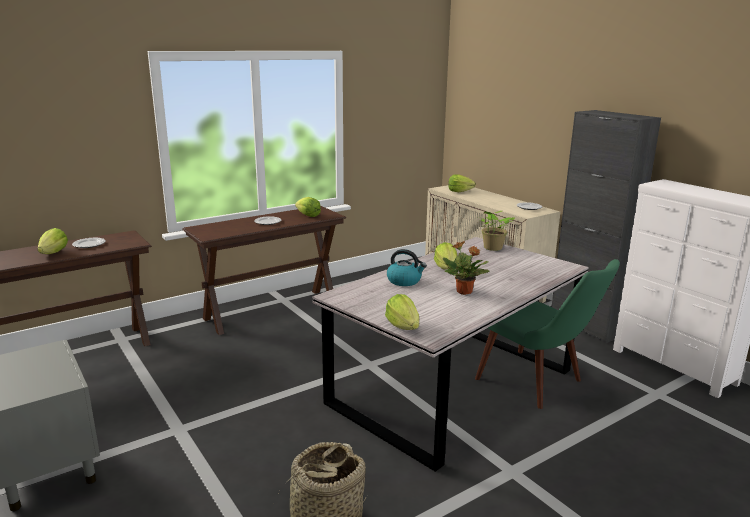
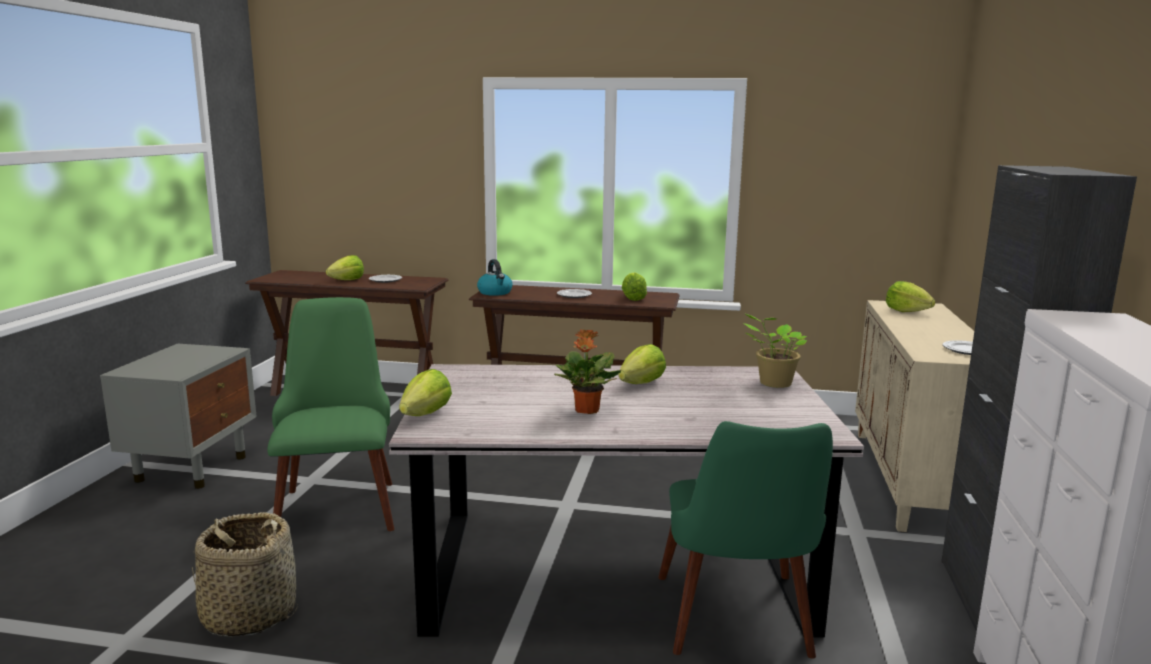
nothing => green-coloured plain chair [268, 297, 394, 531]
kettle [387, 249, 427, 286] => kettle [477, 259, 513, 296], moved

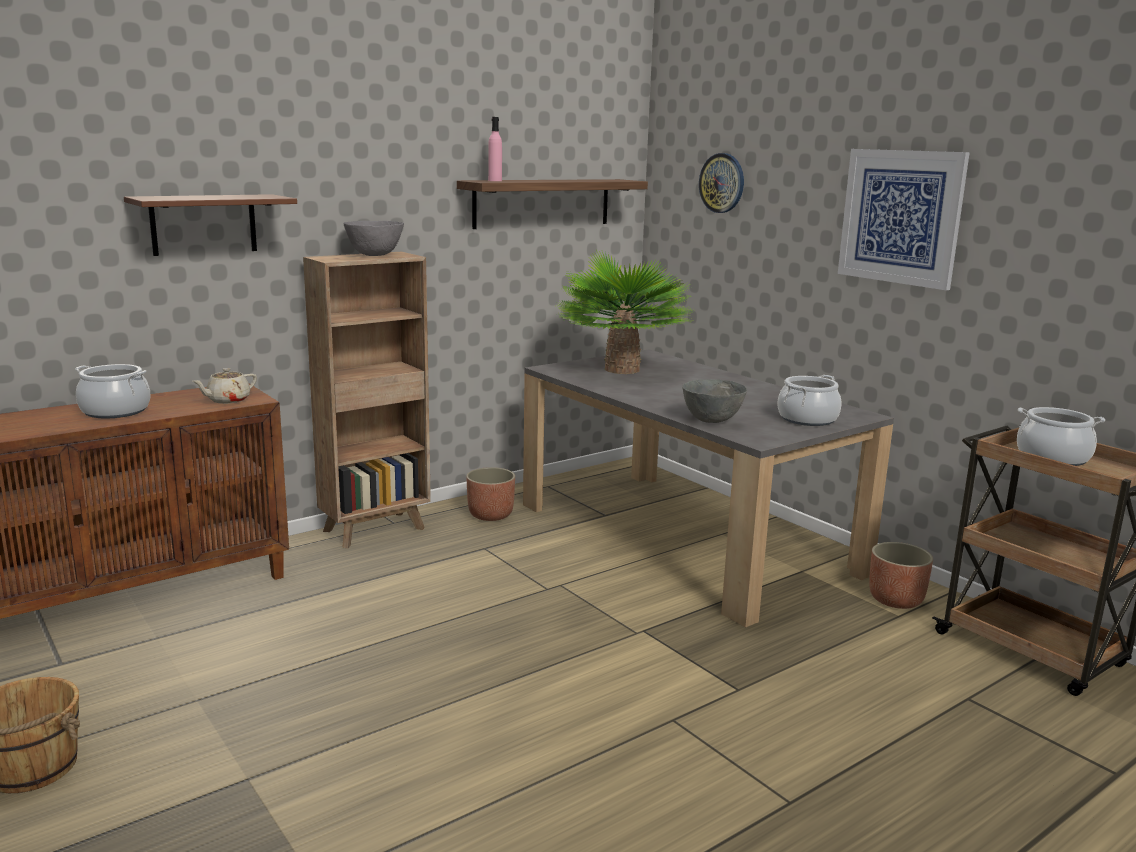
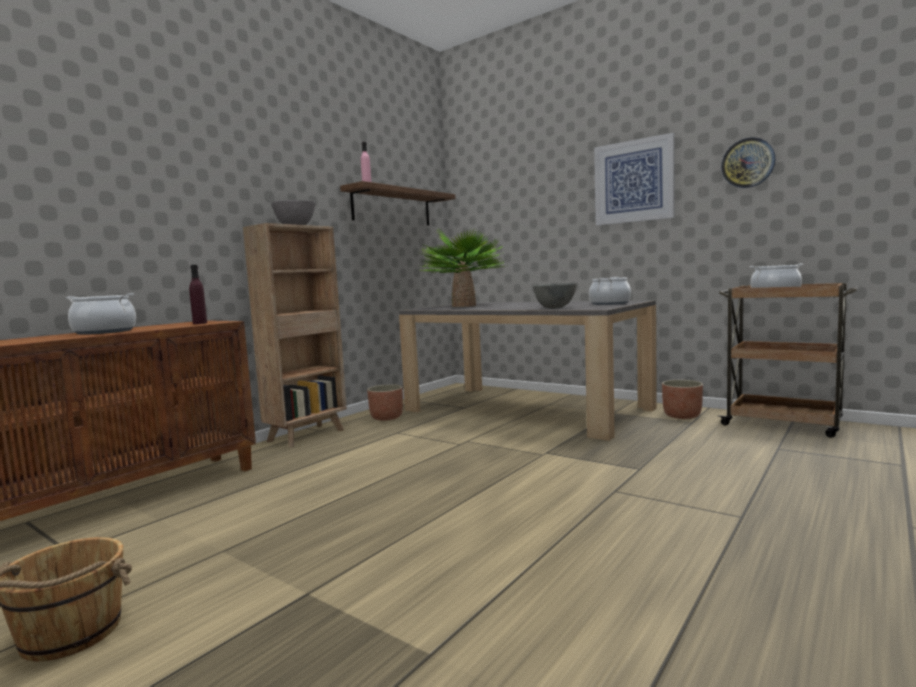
brownish shelf [124, 194, 297, 256] => nothing
clock on the wall [699, 153, 744, 213] => clock on the wall [721, 138, 775, 188], moved
beige teapot [193, 368, 257, 404] => purple drink bottle [189, 265, 207, 324]

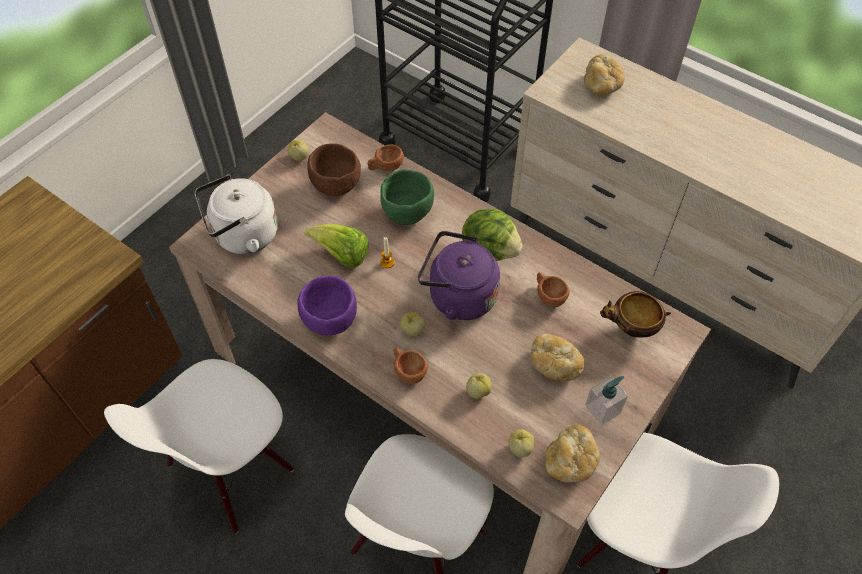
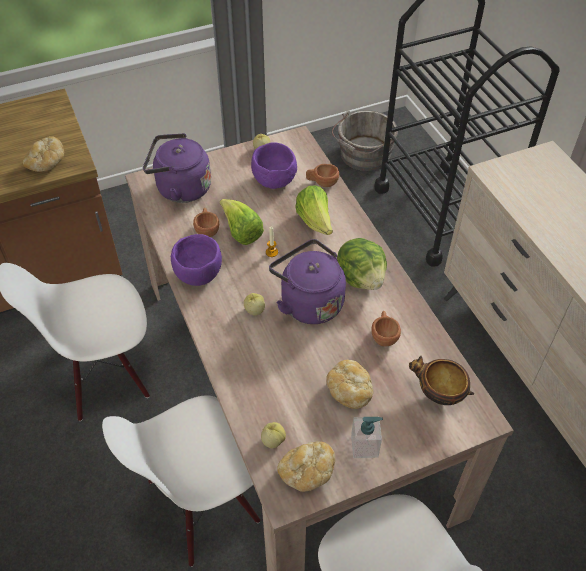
apple fruit [466, 373, 492, 399] => nothing
nothing => gray bucket [332, 110, 398, 171]
brownish cup [394, 348, 428, 384] => brownish cup [193, 208, 219, 237], moved
bakery bread [584, 54, 625, 95] => bakery bread [23, 136, 64, 172], moved
green-coloured bowl [380, 169, 434, 225] => lettuce [295, 185, 333, 235]
white-coloured kettle [195, 175, 278, 254] => purple kettle [143, 133, 211, 203]
brownish bowl [307, 143, 361, 196] => purple bowl [251, 142, 297, 189]

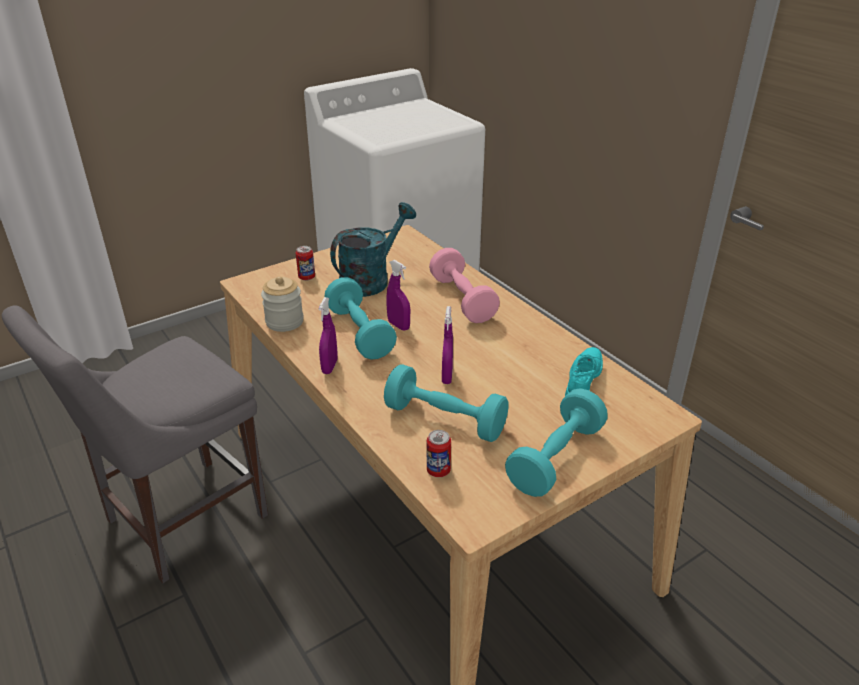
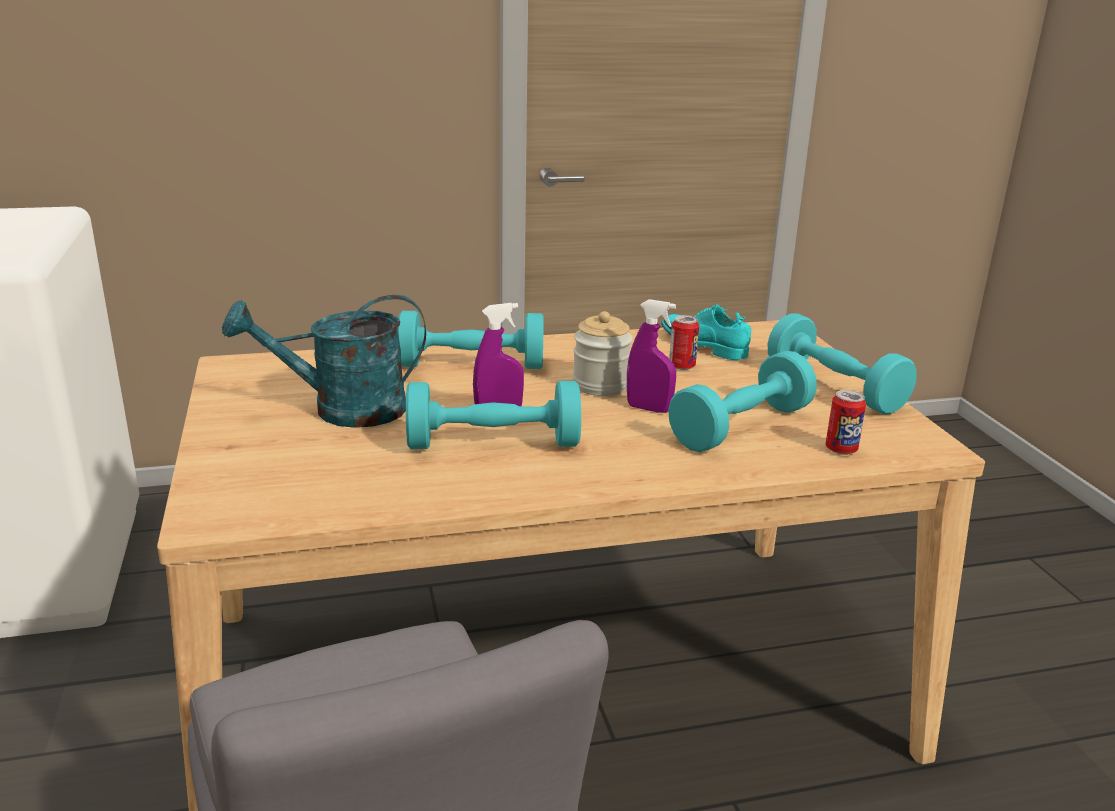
purple hand sprayer [318, 297, 338, 374] => nothing
jar [261, 276, 304, 332] => jar [573, 311, 633, 396], moved
metal can [295, 246, 315, 281] => metal can [669, 315, 699, 370], moved
pinkish dumbbell [429, 248, 500, 323] => turquoise-coloured dumbbell [398, 311, 544, 369]
turquoise-coloured watering can [330, 202, 416, 297] => turquoise-coloured watering can [222, 295, 426, 428], 75 degrees counterclockwise

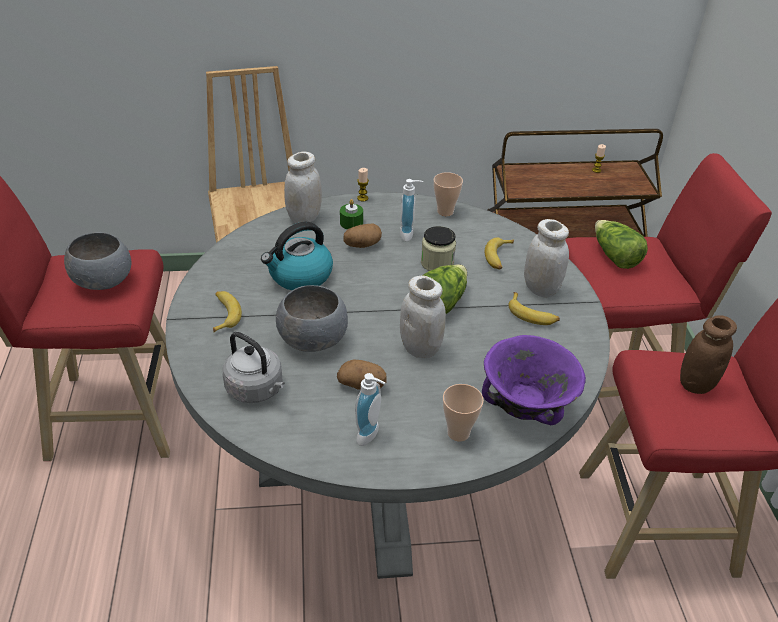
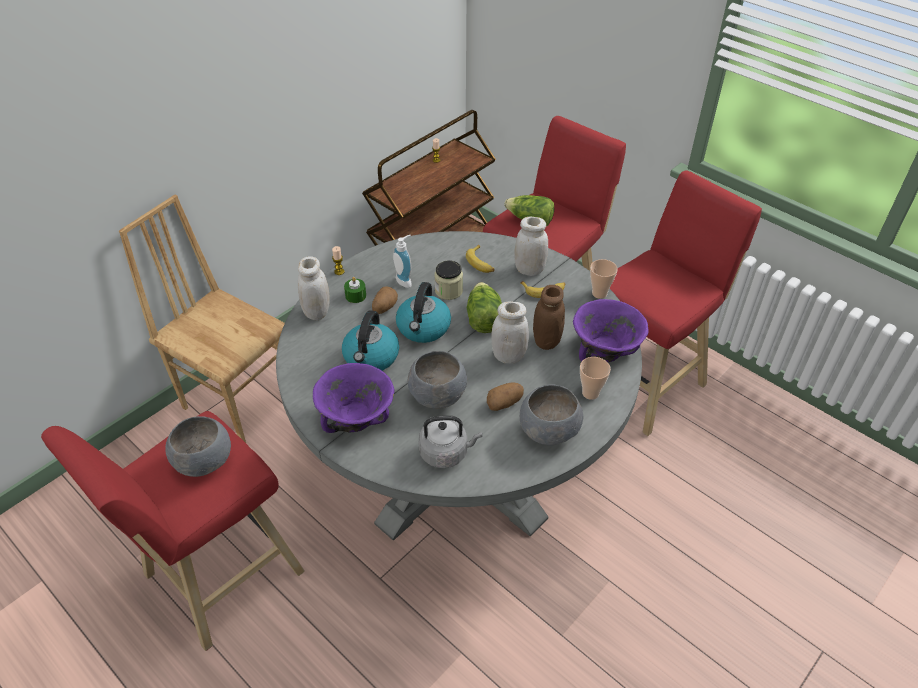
nothing => kettle [396, 282, 451, 343]
cup [433, 172, 463, 216] => cup [590, 259, 618, 299], moved
brownish jar [680, 315, 737, 394] => brownish jar [533, 285, 565, 350], moved
whole banana [213, 291, 242, 332] => purple bowl [313, 363, 394, 433]
soap dispenser [355, 373, 385, 446] => gray bowl [520, 384, 583, 446]

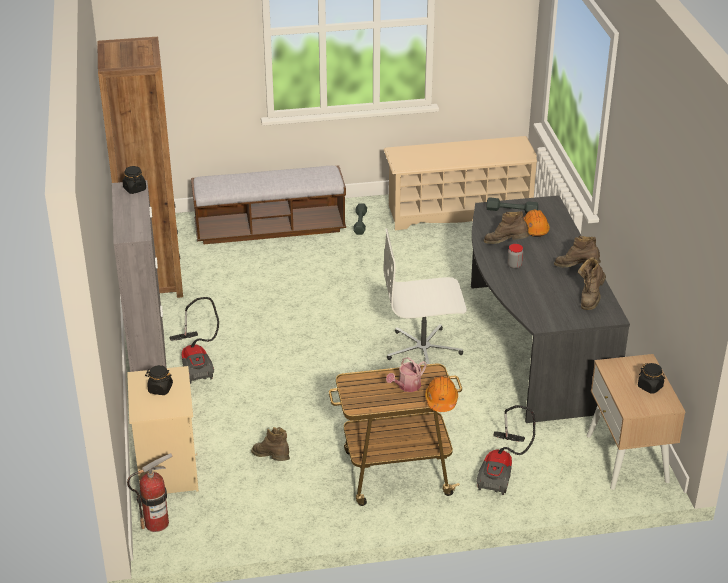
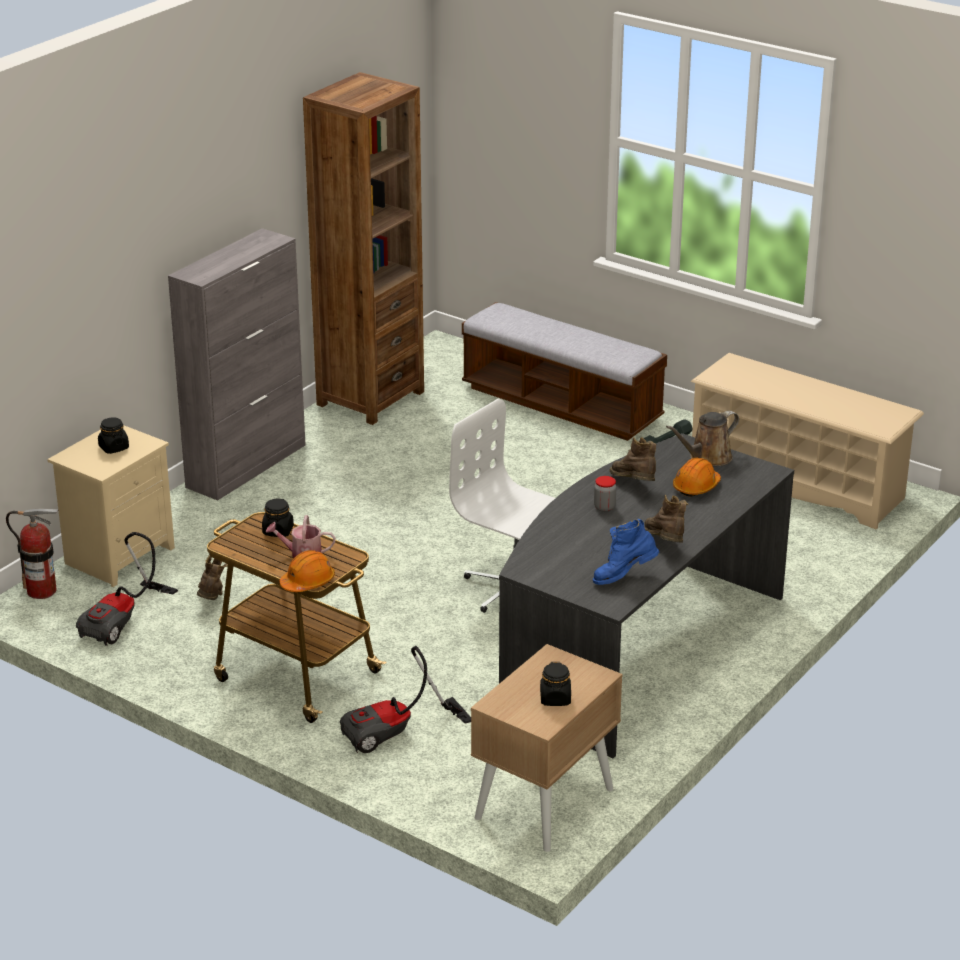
blackish jar [123, 166, 146, 194] => blackish jar [262, 499, 294, 537], moved
hoover [169, 297, 219, 384] => hoover [76, 532, 178, 646], moved
gray dumbbell [486, 197, 538, 214] => brownish watering can [666, 411, 739, 466]
brownish tall boot [578, 257, 606, 310] => blue-coloured tall boot [593, 518, 659, 585]

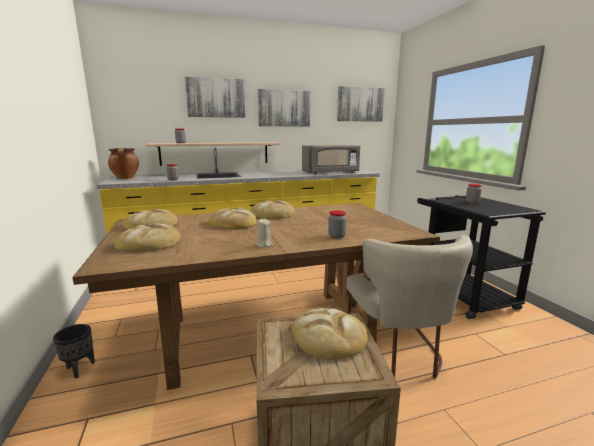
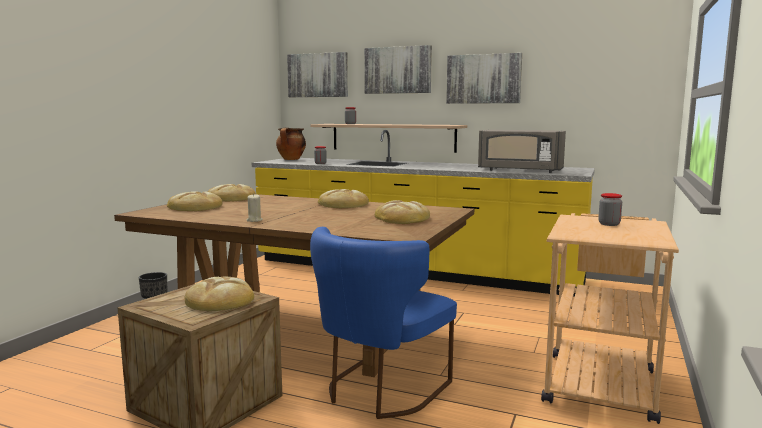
jar [328, 210, 347, 239] => nothing
bakery bread [208, 208, 257, 230] => bakery bread [375, 200, 430, 224], moved
picture [337, 86, 385, 122] => picture [287, 52, 348, 97], moved
beige plain chair [347, 235, 473, 378] => blue-coloured plain chair [310, 227, 457, 419]
blackish trolley [417, 195, 546, 319] => beige trolley [541, 213, 679, 424]

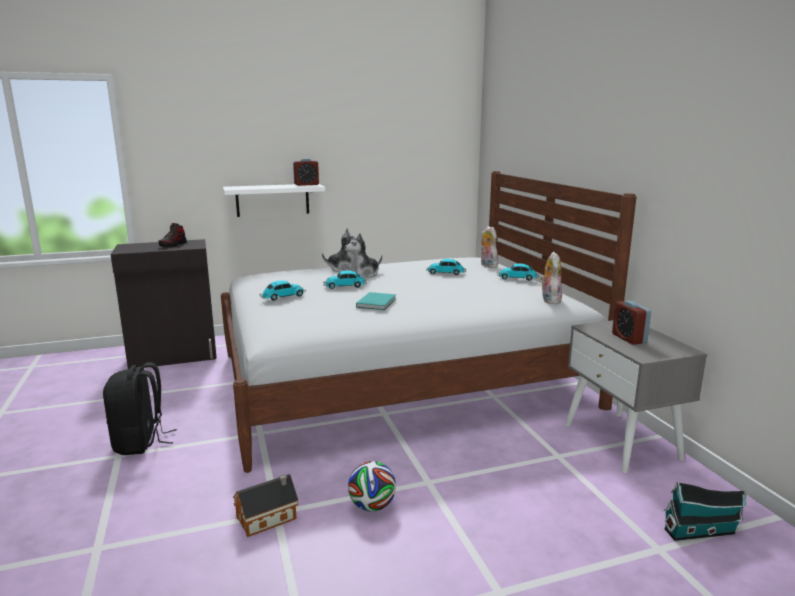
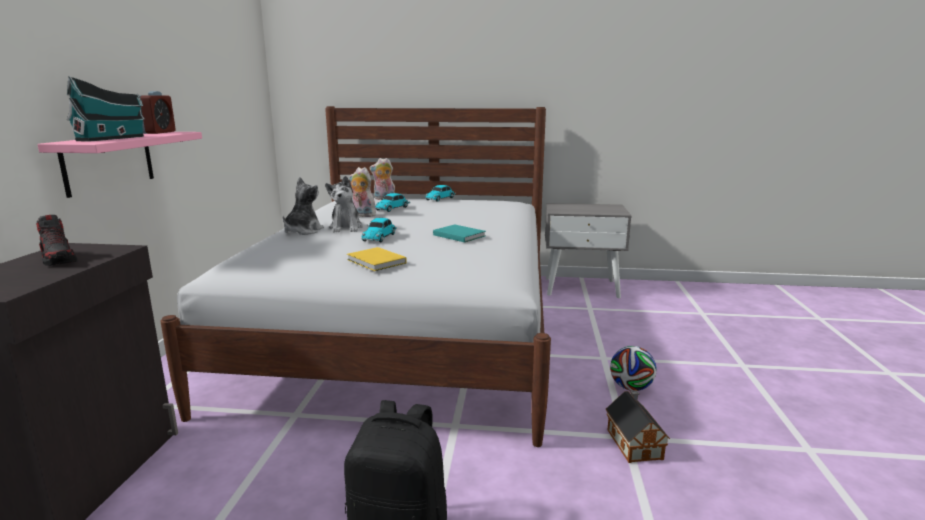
bedside clock [612, 301, 651, 345] => nothing
plush toy [540, 252, 562, 304] => plush toy [349, 167, 376, 217], moved
model house [663, 482, 747, 541] => model house [67, 75, 145, 142], moved
miniature car [259, 280, 306, 301] => yellow-coloured volume [347, 247, 407, 271]
white-coloured shelf [223, 184, 325, 217] => pinkish shelf [37, 132, 202, 198]

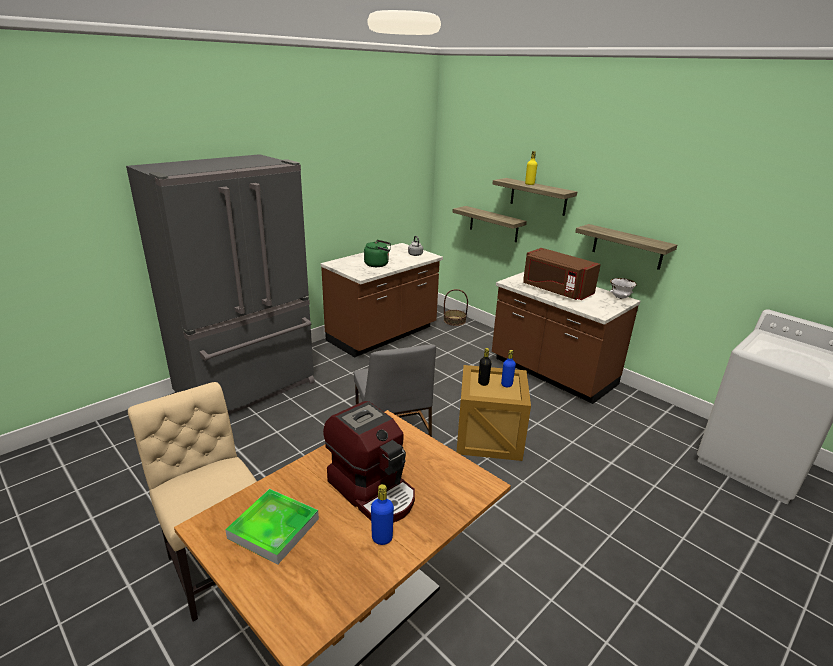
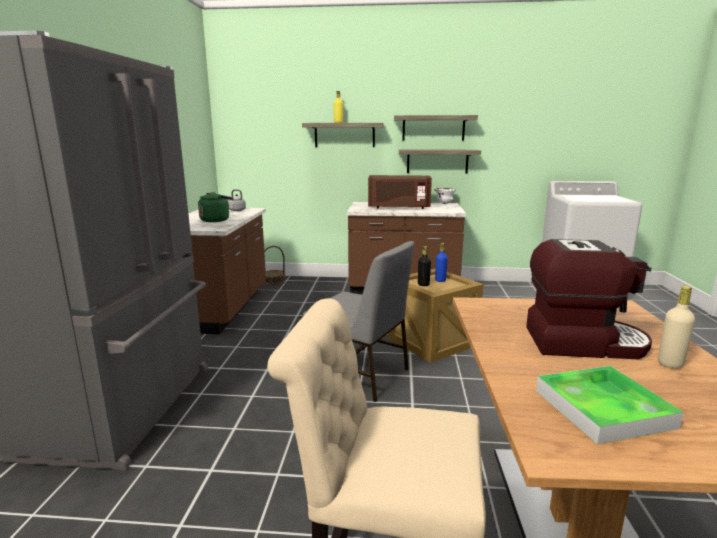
shelf [452, 206, 527, 242] => shelf [394, 115, 478, 141], moved
blue-coloured drink bottle [371, 484, 394, 545] => beige drink bottle [658, 286, 695, 369]

